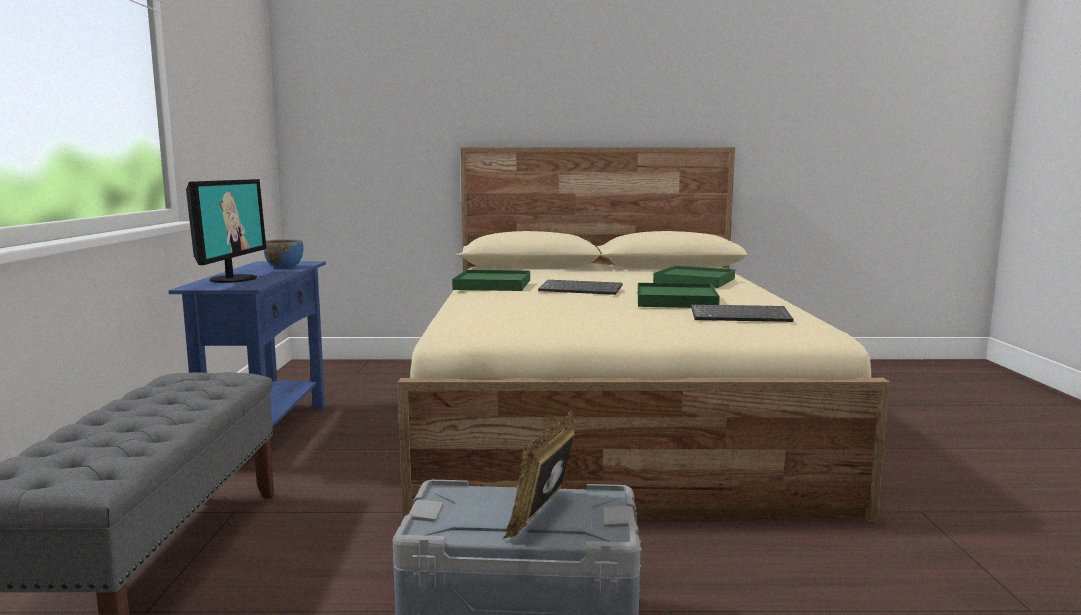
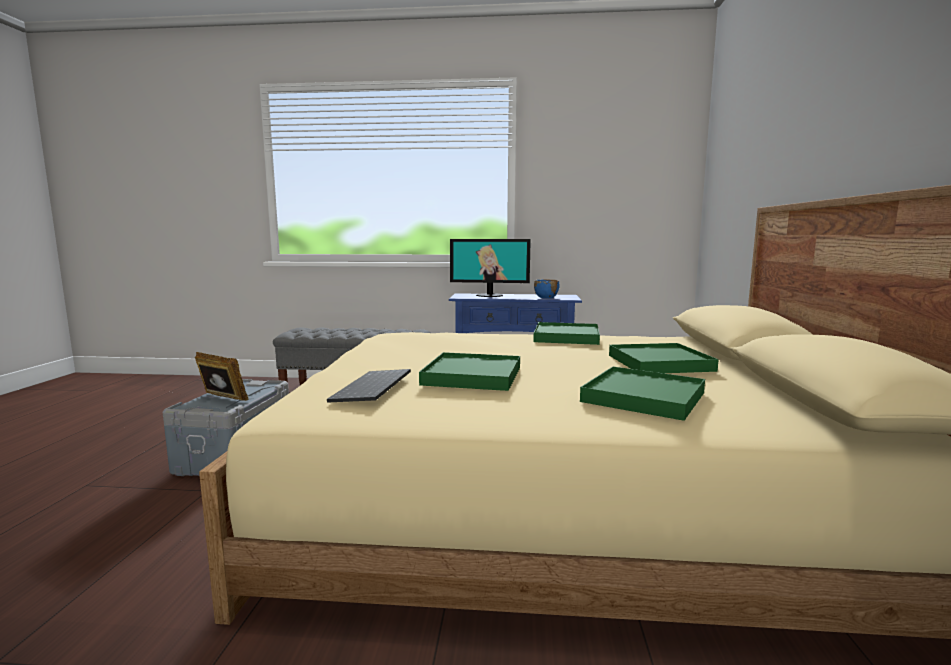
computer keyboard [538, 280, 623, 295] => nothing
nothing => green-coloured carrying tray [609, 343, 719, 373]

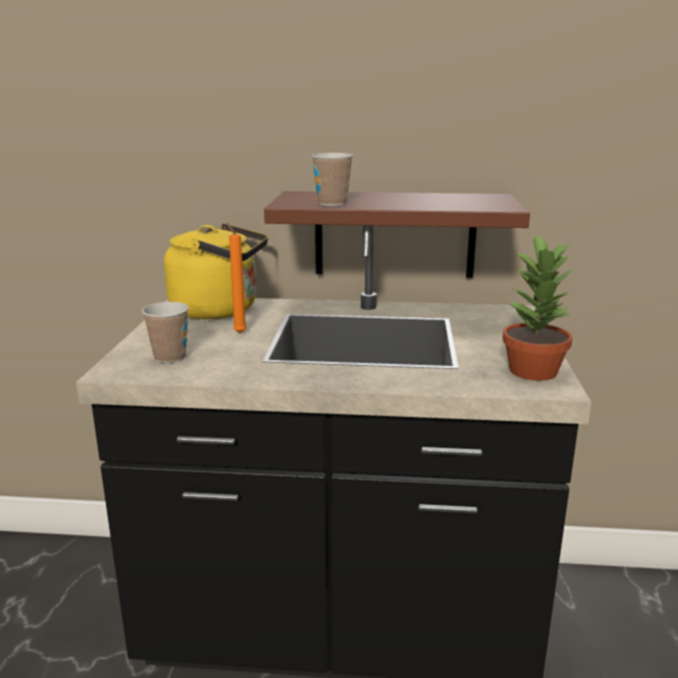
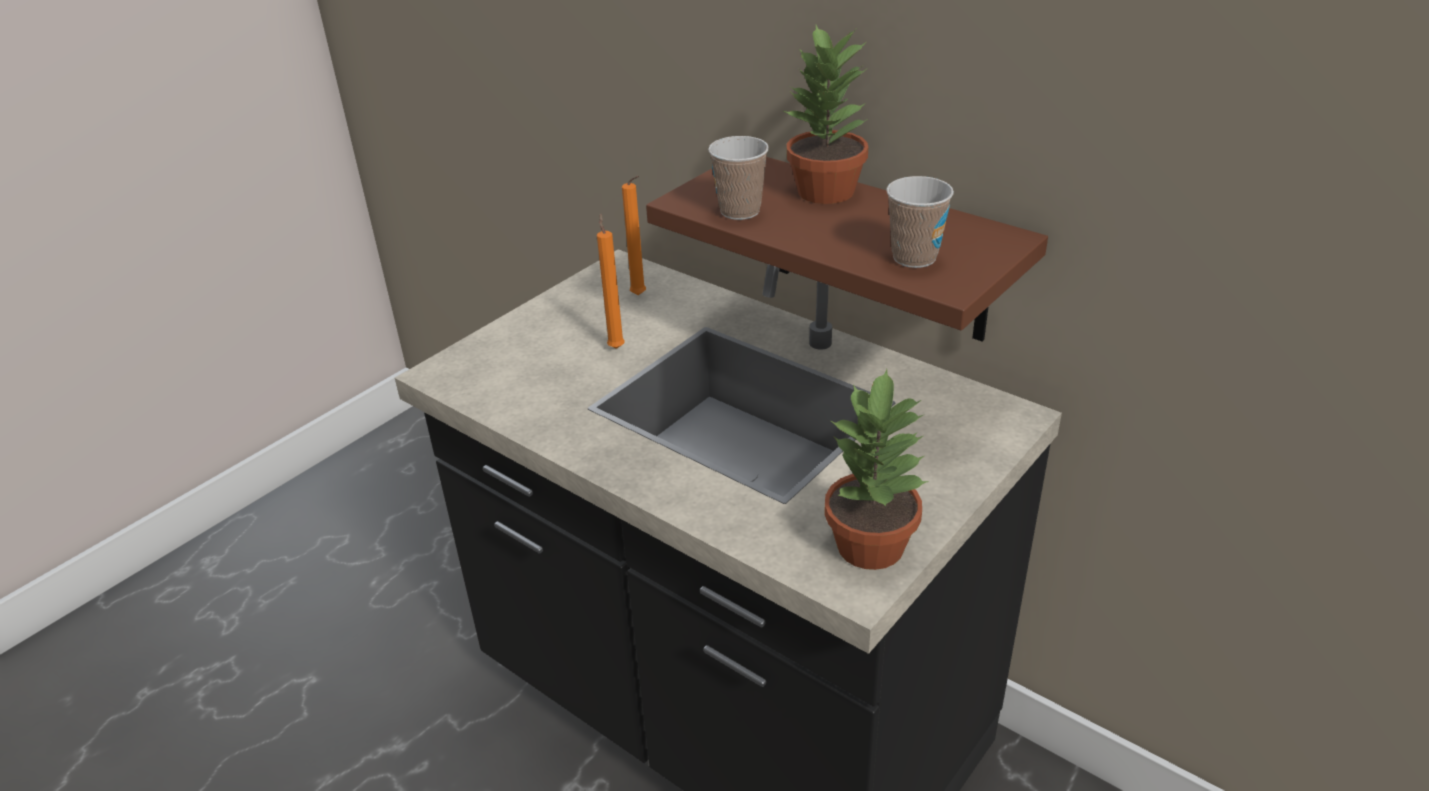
nothing => potted plant [784, 25, 868, 204]
cup [142, 302, 189, 363] => cup [886, 176, 954, 268], moved
yellow-coloured kettle [164, 223, 268, 319] => orangey wax light [622, 176, 646, 295]

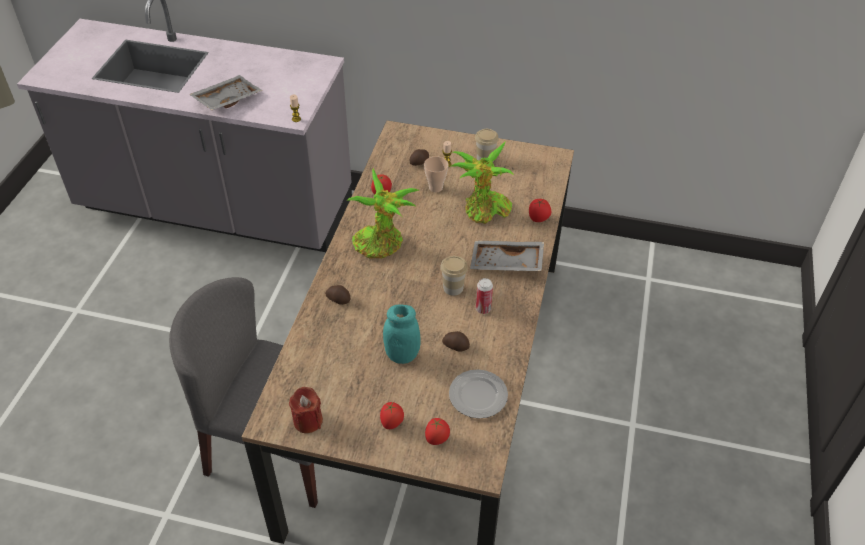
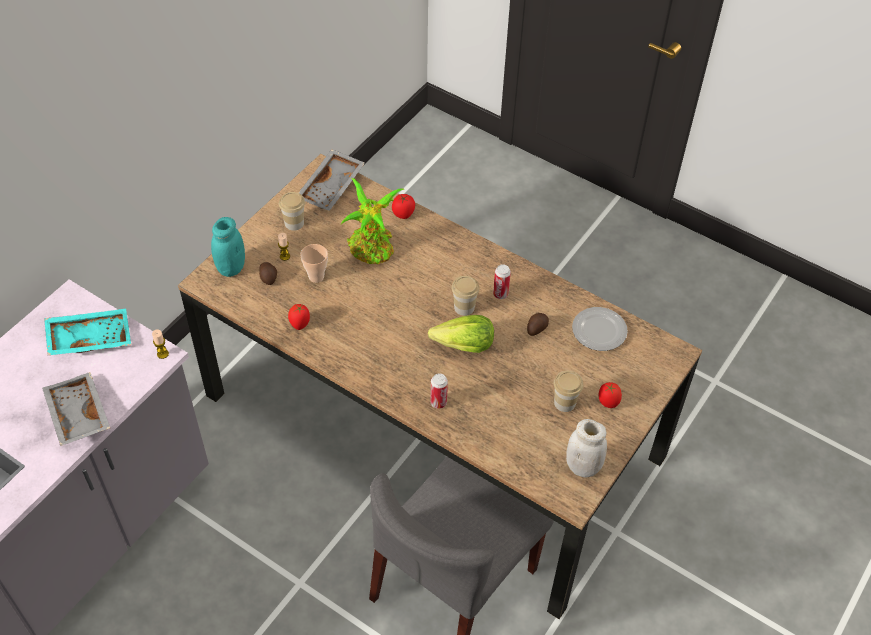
potted plant [346, 168, 419, 259] => nothing
fresh tomato [425, 418, 450, 445] => nothing
nothing => turquoise-coloured carrying tray [44, 309, 131, 355]
nothing => lettuce [428, 315, 494, 353]
nothing => cup [554, 371, 583, 412]
turquoise-coloured jar [383, 305, 421, 364] => turquoise-coloured jar [211, 217, 245, 277], moved
gray carrying tray [470, 241, 544, 271] => gray carrying tray [298, 149, 365, 211], moved
red-coloured wax light [289, 387, 323, 433] => white-coloured jar [566, 419, 607, 478]
whole potato [325, 285, 350, 305] => metal can [430, 373, 448, 409]

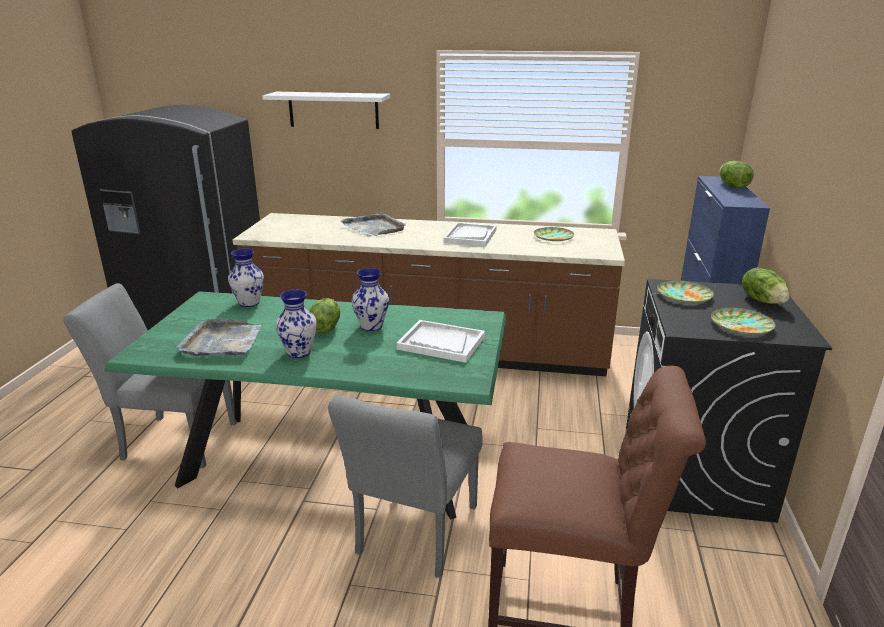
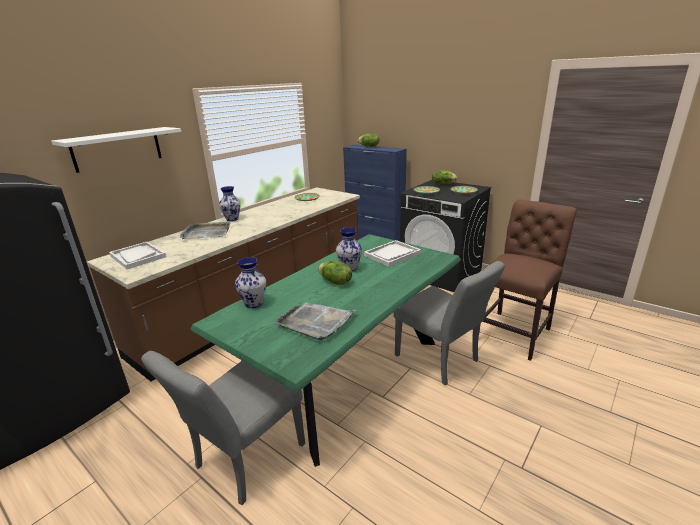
vase [275, 290, 317, 358] => vase [219, 186, 241, 221], moved
white-coloured carrying tray [443, 222, 496, 247] => white-coloured carrying tray [109, 242, 166, 269], moved

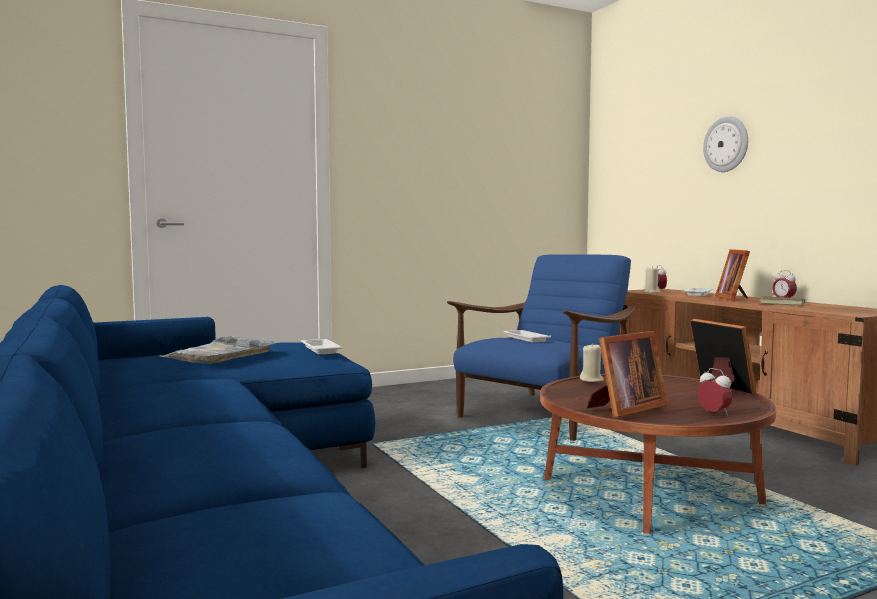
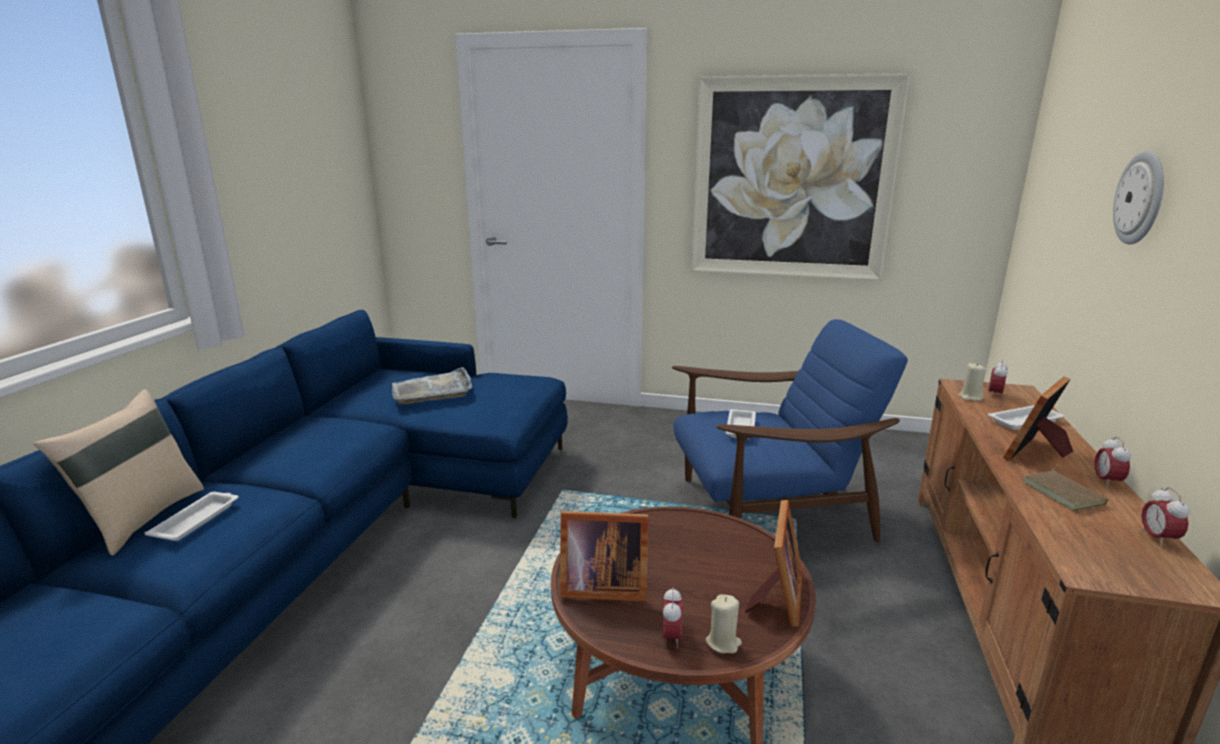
nothing => beige pillow [33, 389, 204, 556]
nothing => picture [691, 73, 911, 281]
nothing => bedside clock [1141, 487, 1190, 547]
white-coloured carrying tray [301, 339, 343, 355] => white-coloured carrying tray [145, 492, 239, 541], moved
beige wax light [580, 343, 604, 382] => beige wax light [706, 594, 742, 653], moved

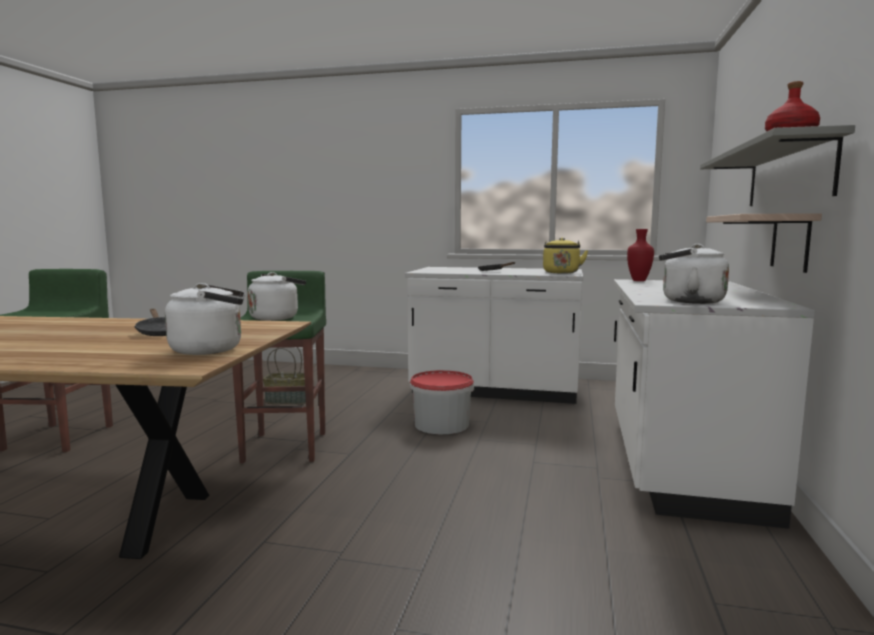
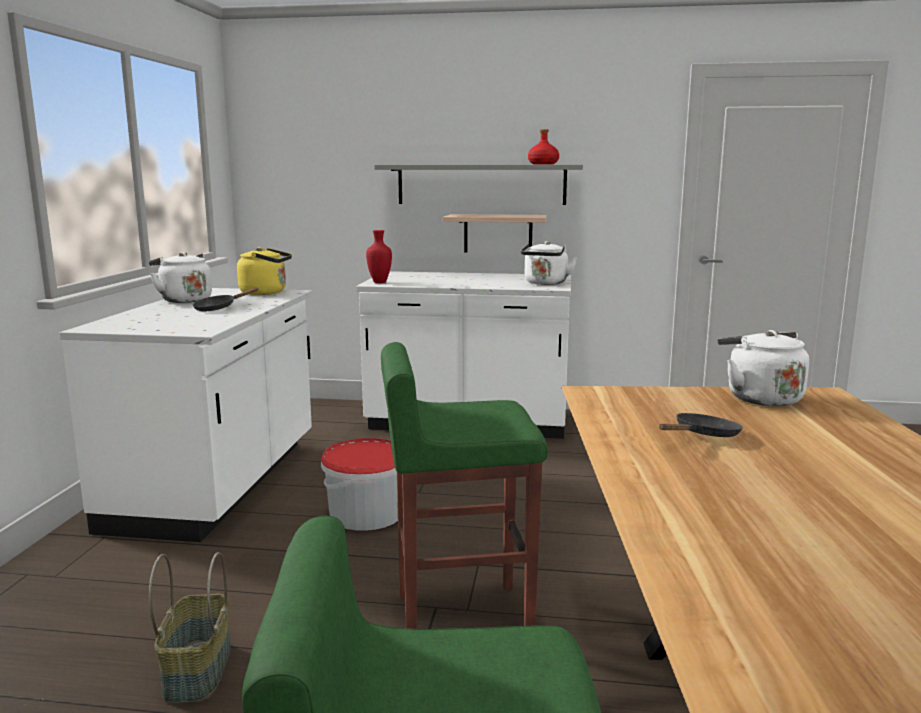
white-coloured kettle [248, 272, 306, 321] => white-coloured kettle [149, 252, 212, 303], moved

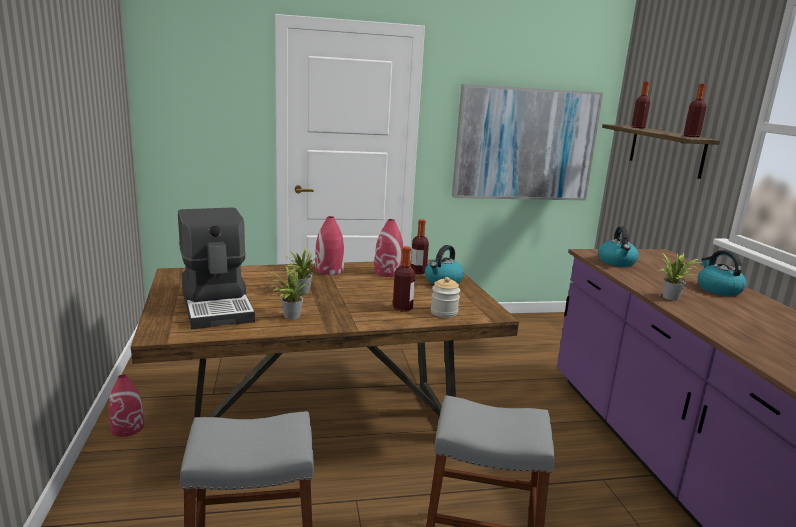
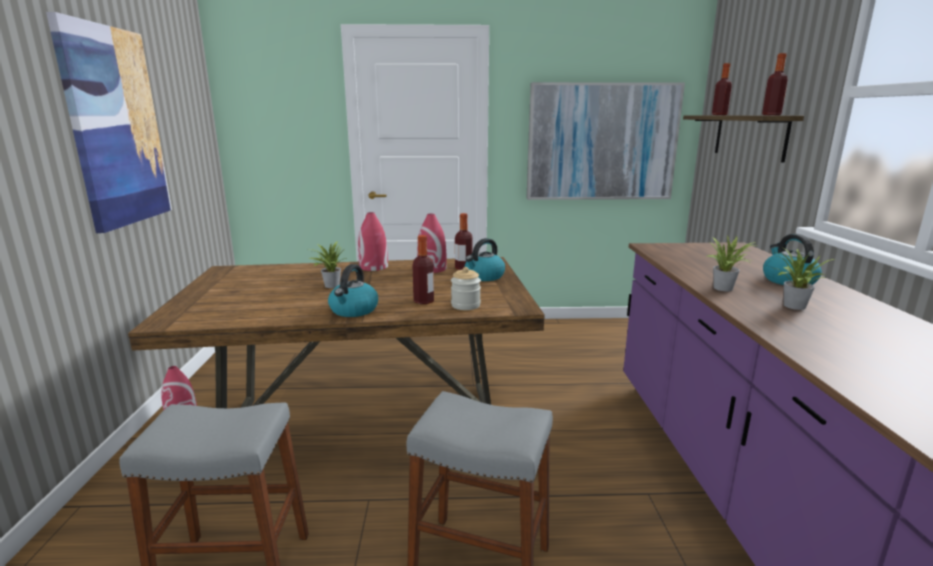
coffee machine [178, 207, 255, 329] => nothing
nothing => picture [46, 12, 172, 233]
potted plant [269, 267, 309, 320] => potted plant [773, 247, 834, 310], moved
kettle [598, 226, 639, 267] => kettle [328, 264, 378, 317], moved

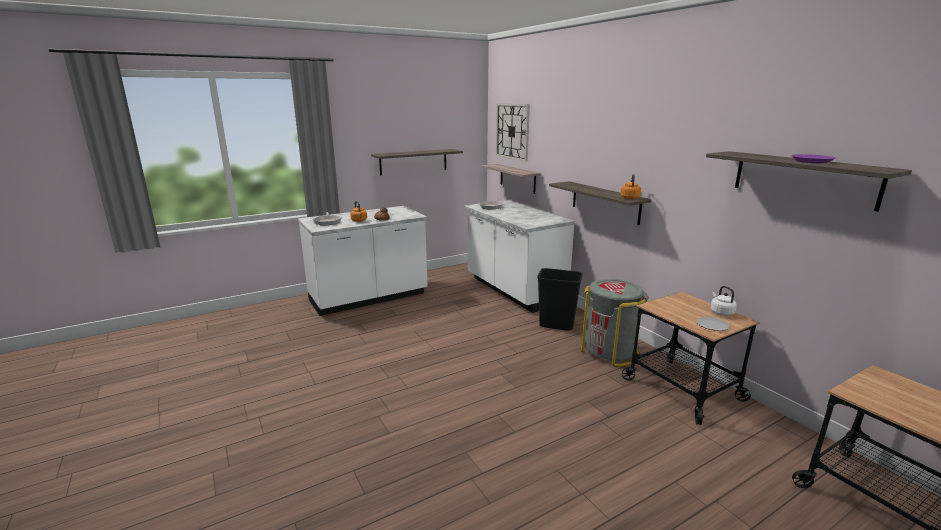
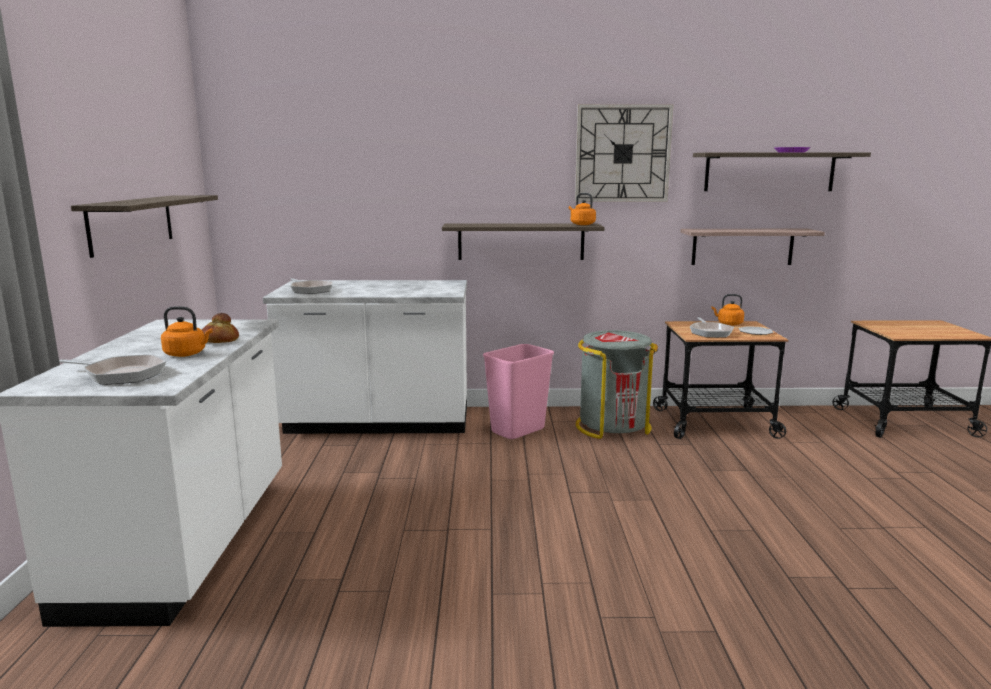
nothing => frying pan [690, 317, 734, 338]
shelf [481, 164, 541, 194] => shelf [680, 229, 825, 265], moved
clock on the wall [496, 103, 530, 162] => clock on the wall [575, 104, 674, 202], moved
blackish waste bin [537, 268, 583, 331] => pinkish waste bin [483, 344, 554, 439]
white-coloured kettle [710, 286, 737, 316] => orangey kettle [712, 294, 744, 325]

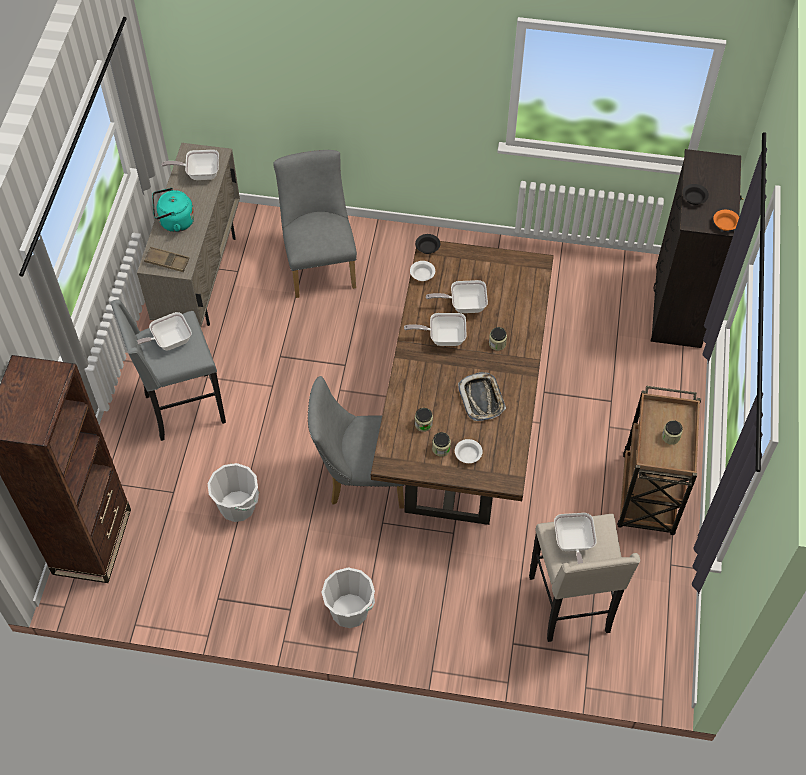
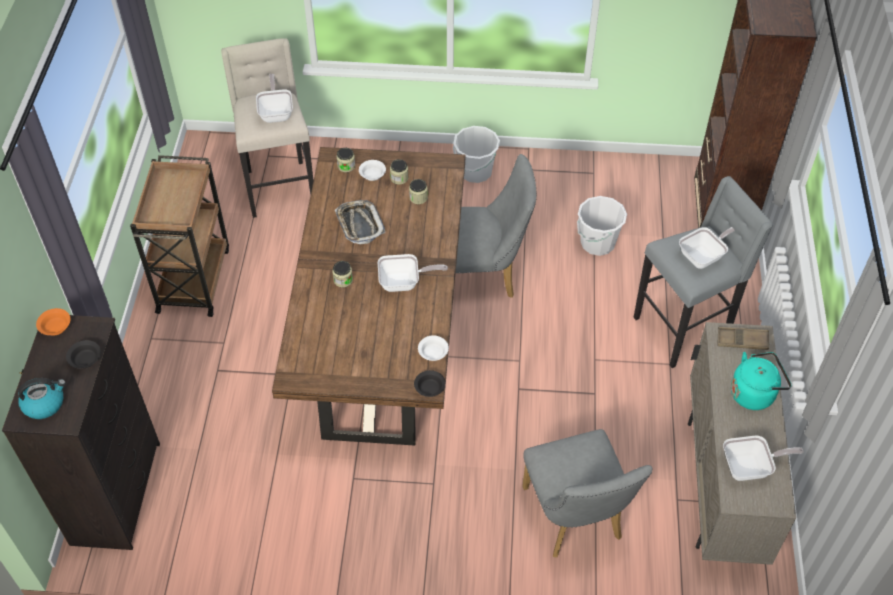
frying pan [426, 280, 488, 313] => nothing
nothing => kettle [18, 378, 66, 419]
jar [662, 420, 683, 445] => jar [337, 148, 355, 172], moved

